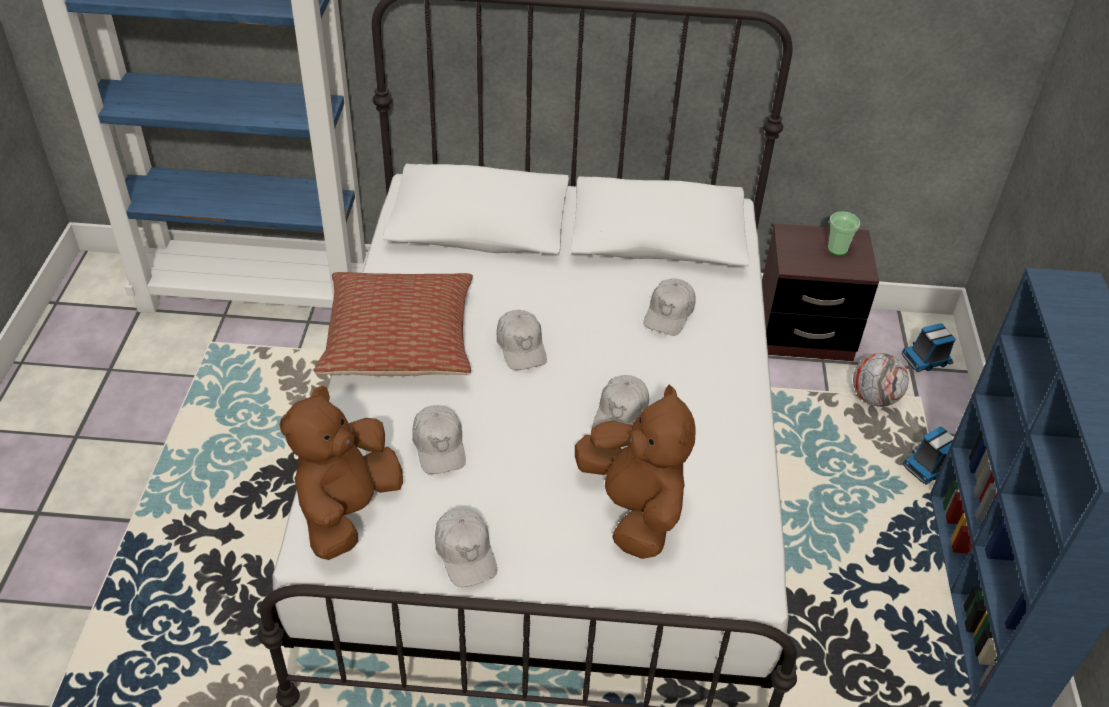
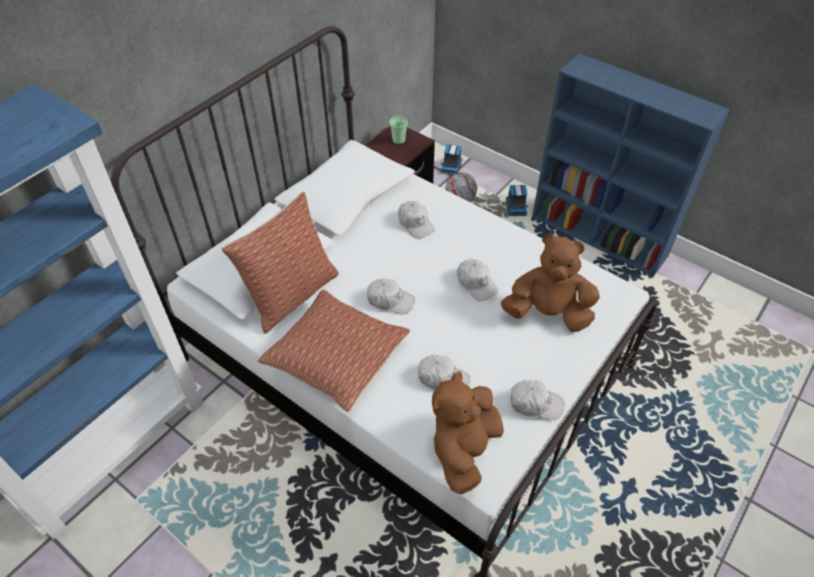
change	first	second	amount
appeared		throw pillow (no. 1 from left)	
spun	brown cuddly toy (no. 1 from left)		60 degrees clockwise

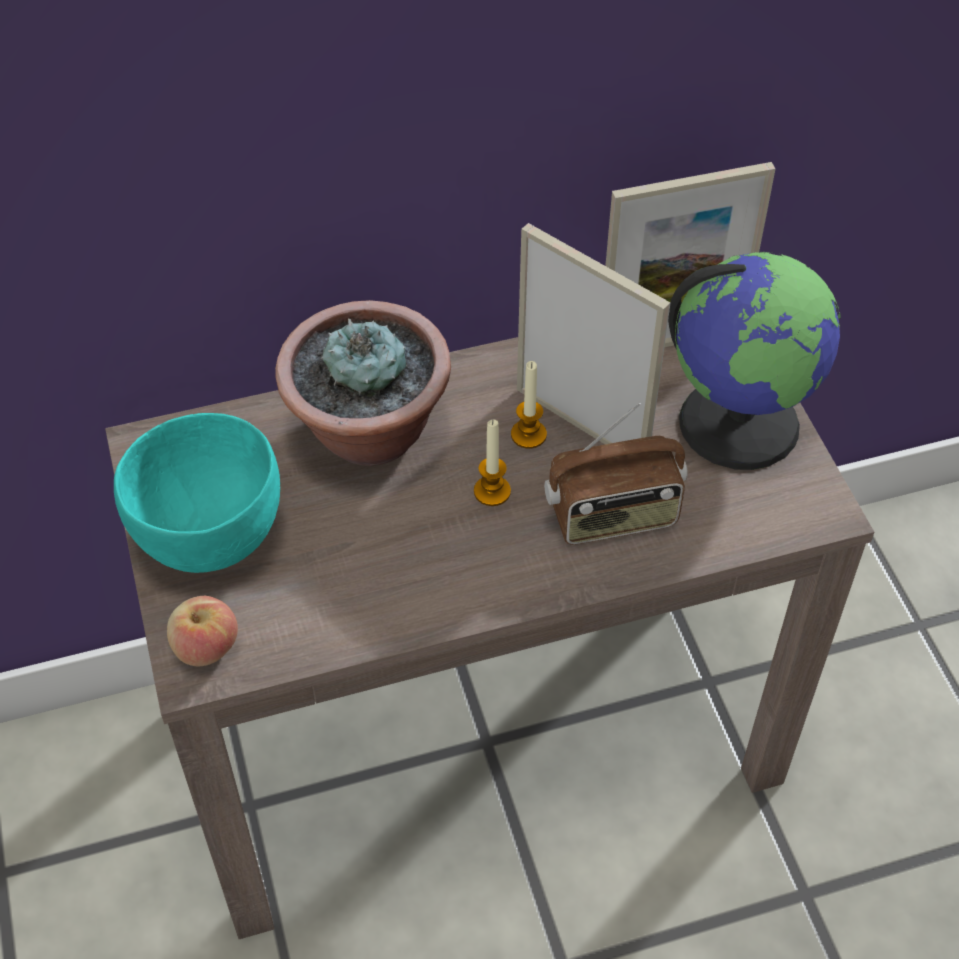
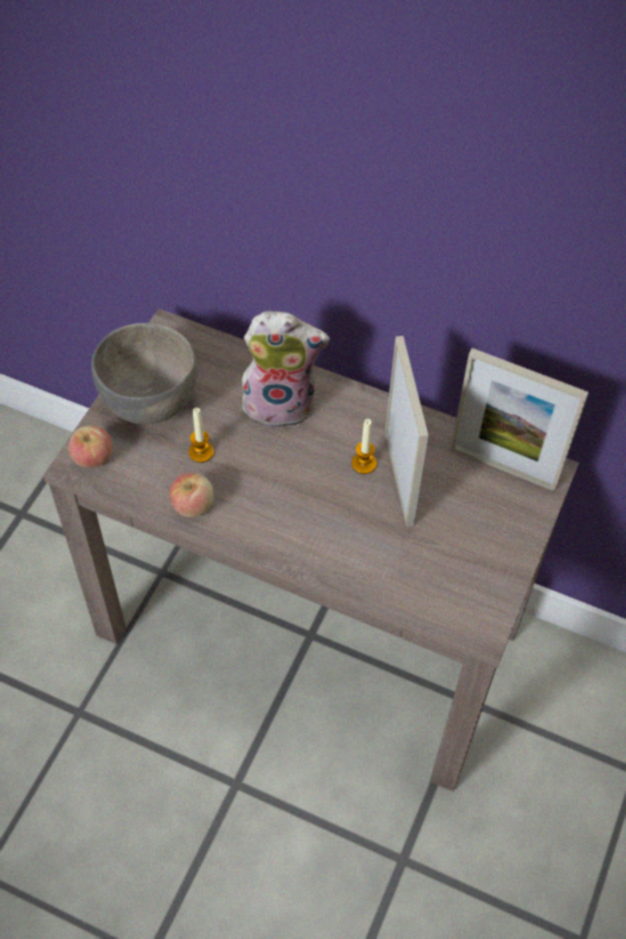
change	first	second	amount
colour	turquoise bowl	greyish bowl	
appeared		apple (no. 2 from left)	
relocated	candle (no. 1 from left)		
exchanged	potted plant	cuddly toy	
missing	radio set		
missing	globe		

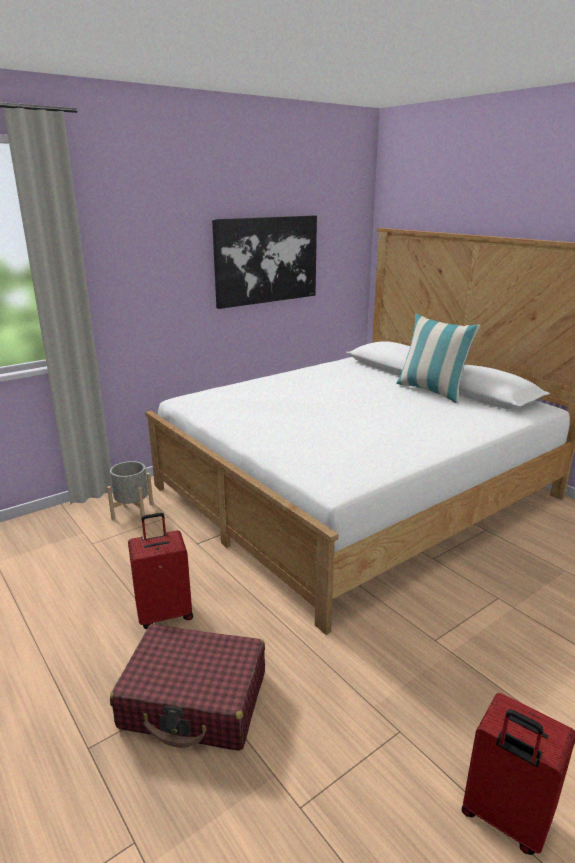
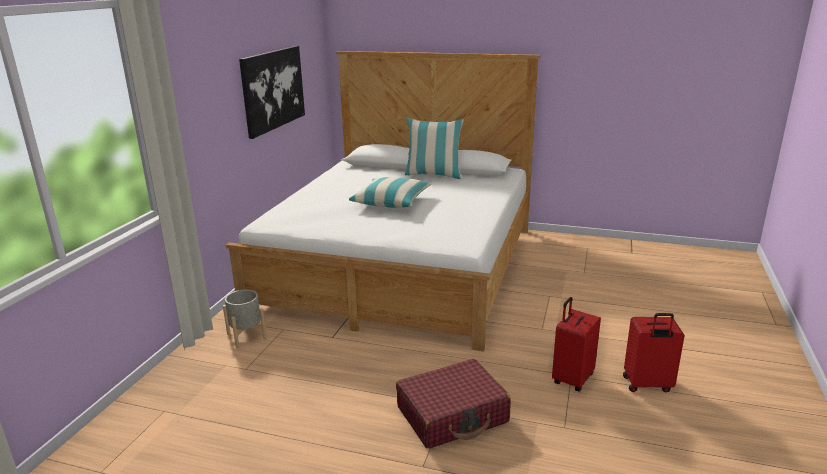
change	first	second	amount
appeared		throw pillow (no. 1 from left)	
relocated	red-coloured suitcase (no. 1 from left in the first image)	red-coloured suitcase (no. 2 from left)	

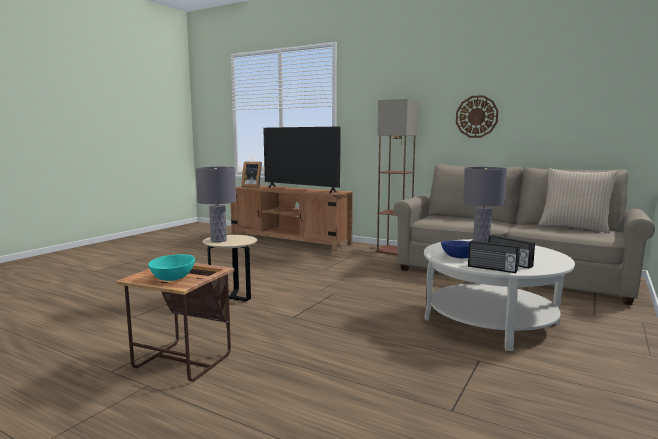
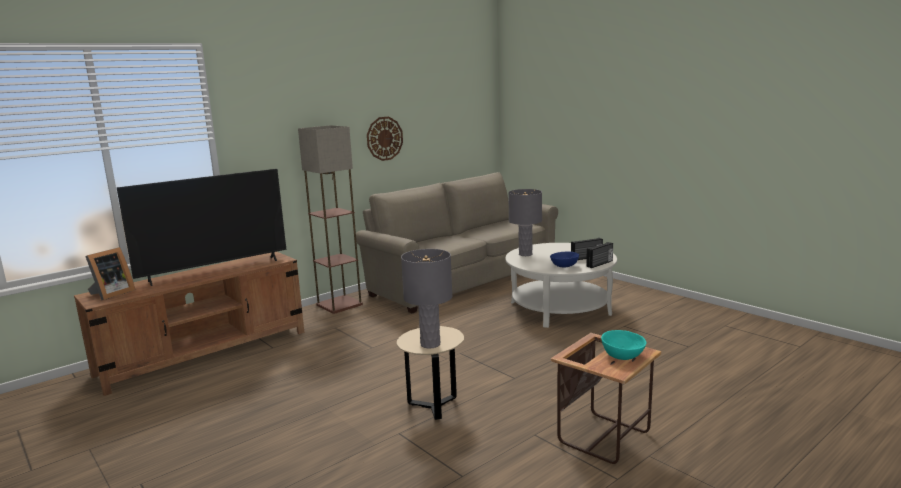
change	first	second	amount
missing	beige throw pillow		

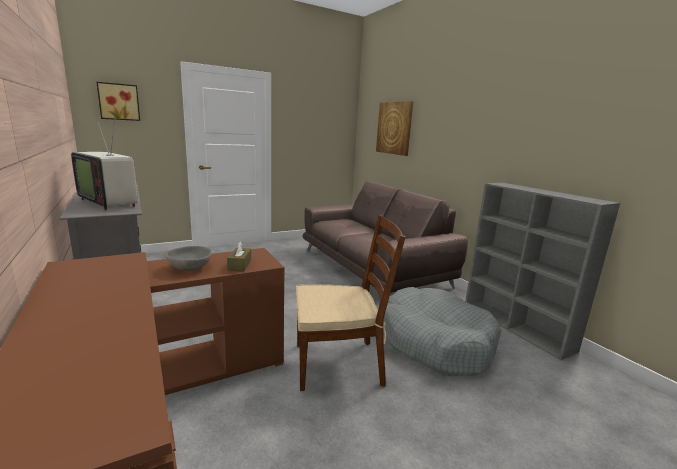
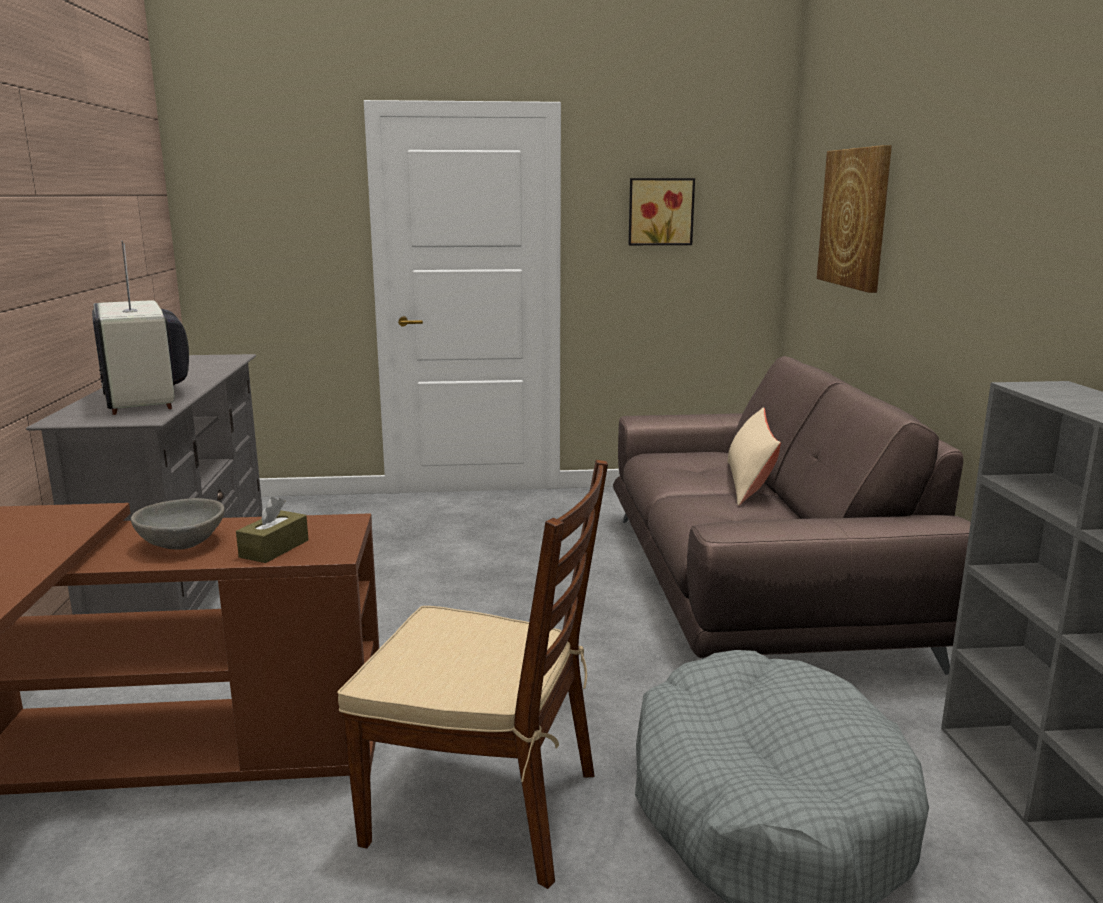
change	first	second	amount
relocated	wall art (no. 1 from left)		
appeared		beige throw pillow	

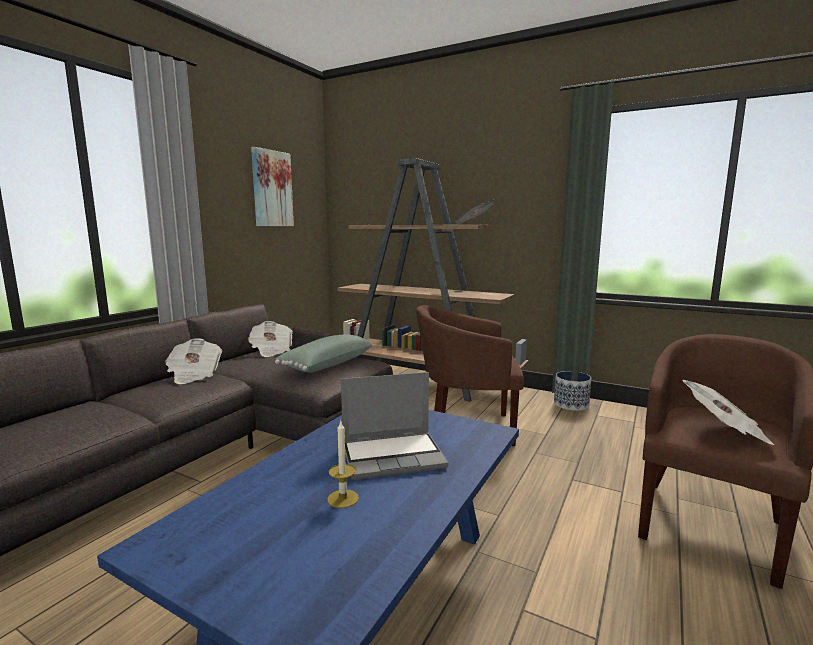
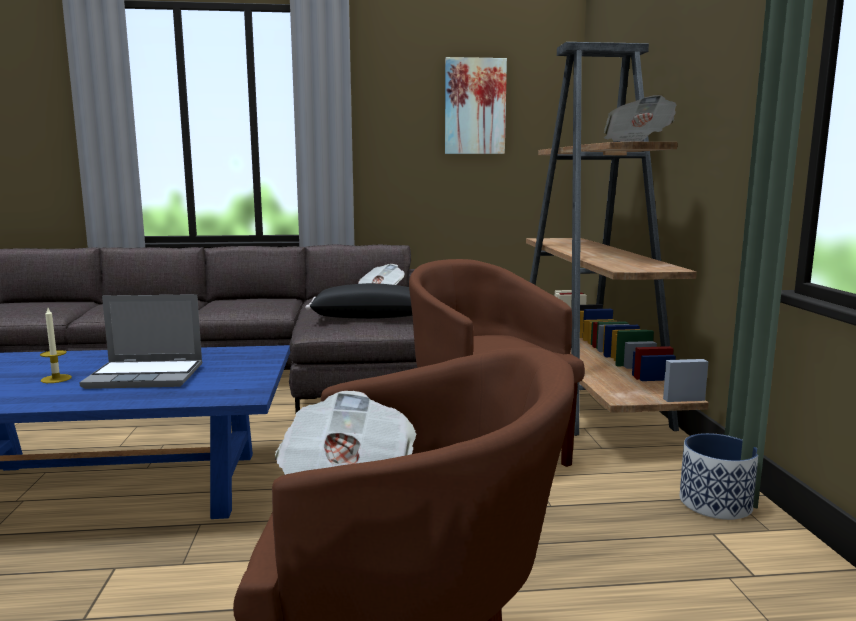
change	first	second	amount
spun	laptop		45 degrees counterclockwise
colour	green throw pillow	black throw pillow	
missing	daily paper (no. 1 from left)		

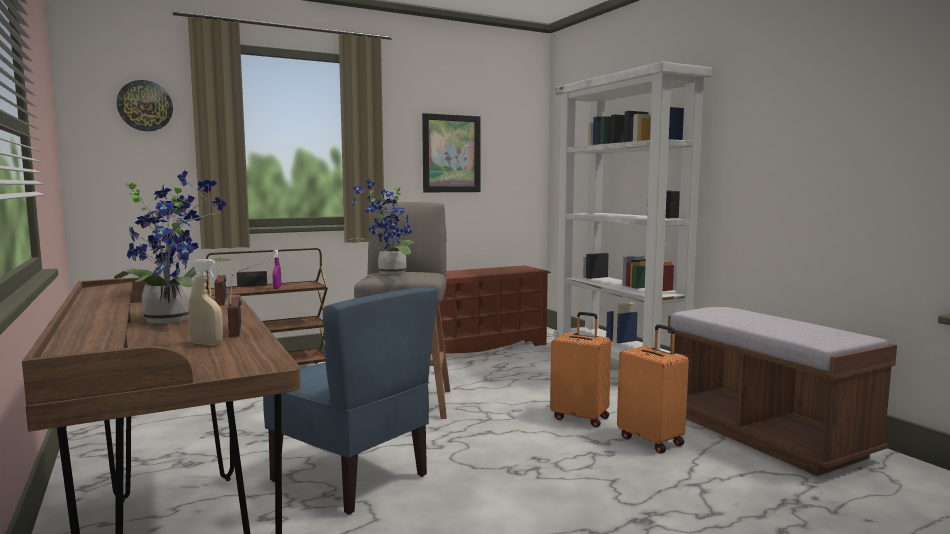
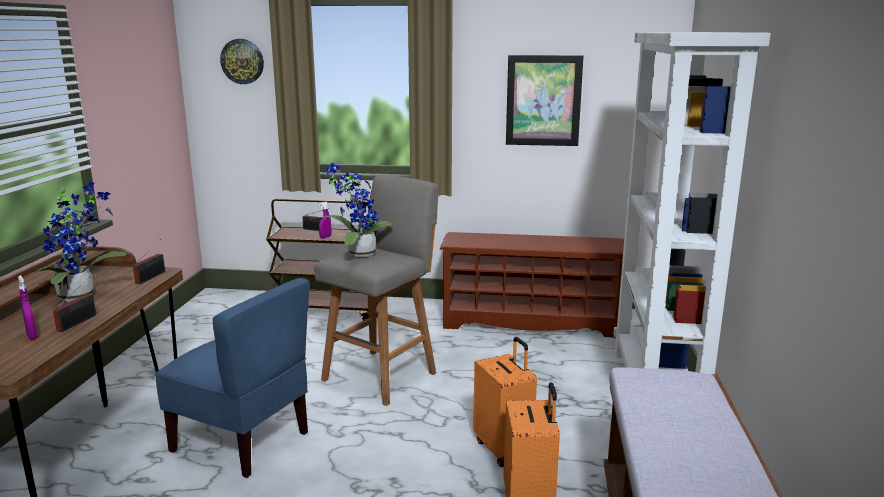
change	first	second	amount
colour	beige sprayer	purplish sprayer (no. 1 from left)	
spun	bluish chair		45 degrees counterclockwise

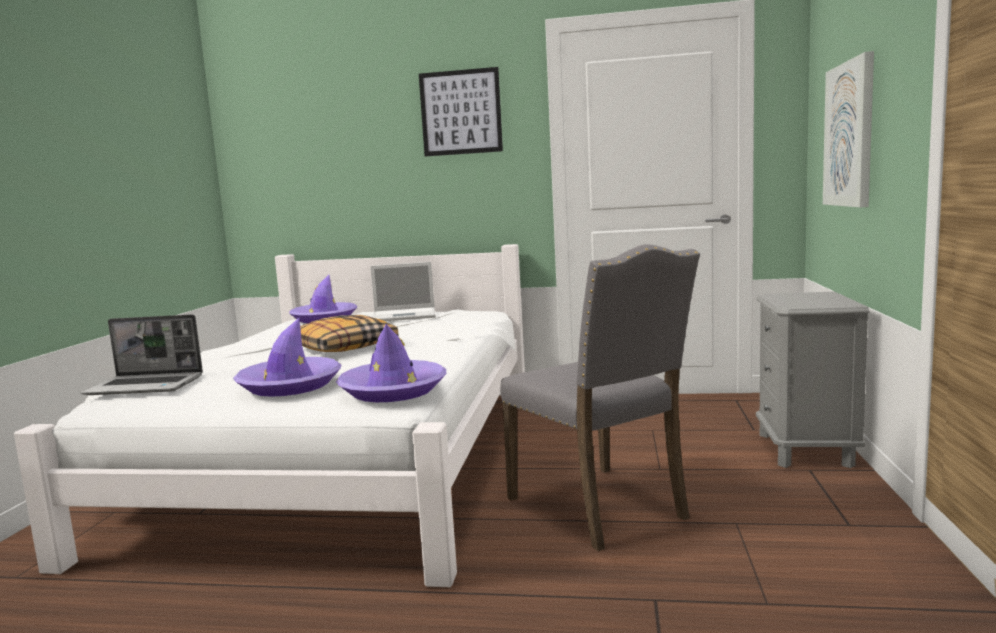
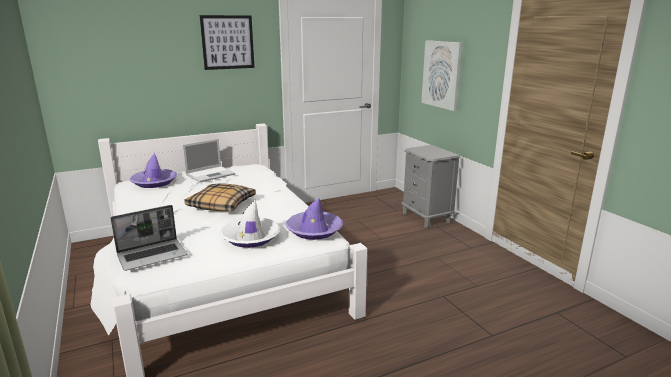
change	first	second	amount
colour	purplish wearable hat (no. 1 from left)	whitish wearable hat	
missing	greyish chair		

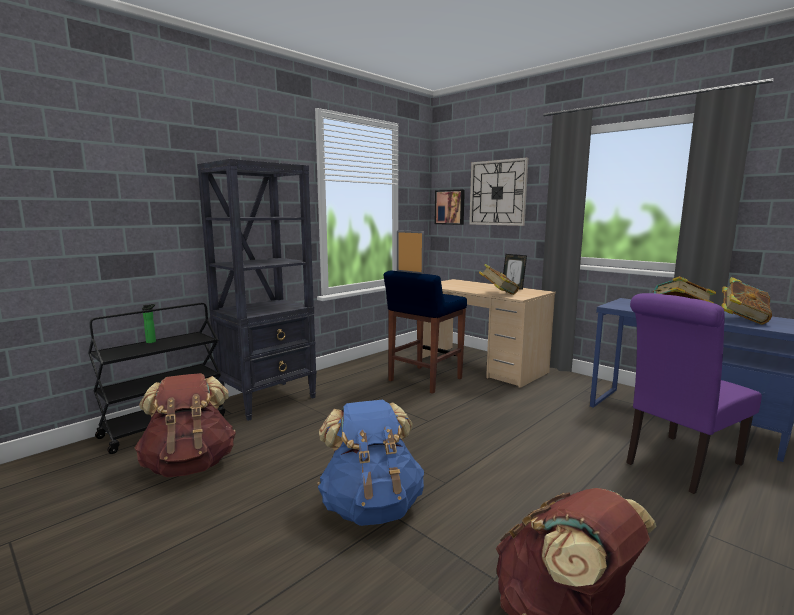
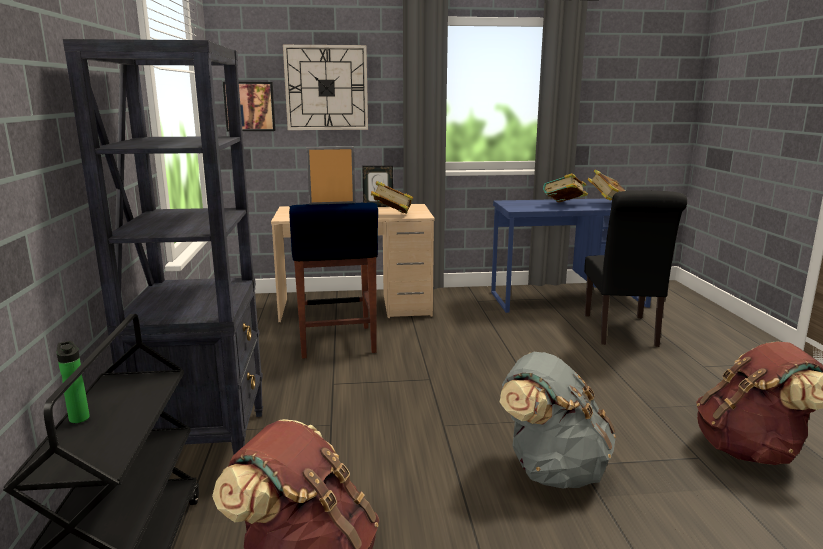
change	first	second	amount
colour	bluish backpack	greyish backpack	
colour	purplish chair	black chair	

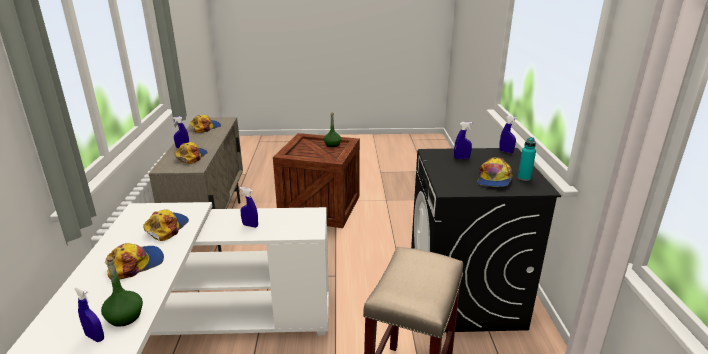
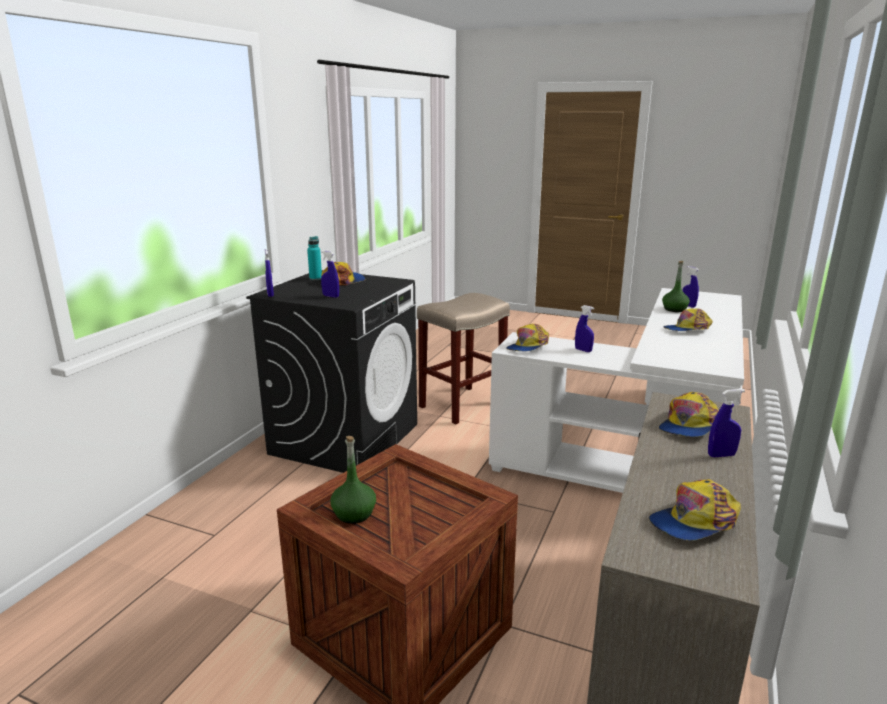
change	first	second	amount
relocated	baseball cap (no. 2 from left)		

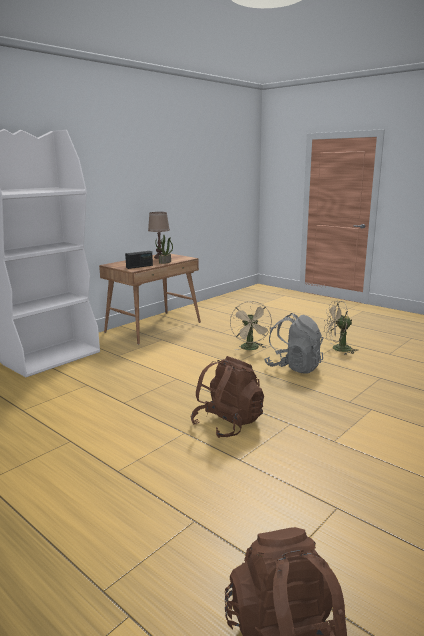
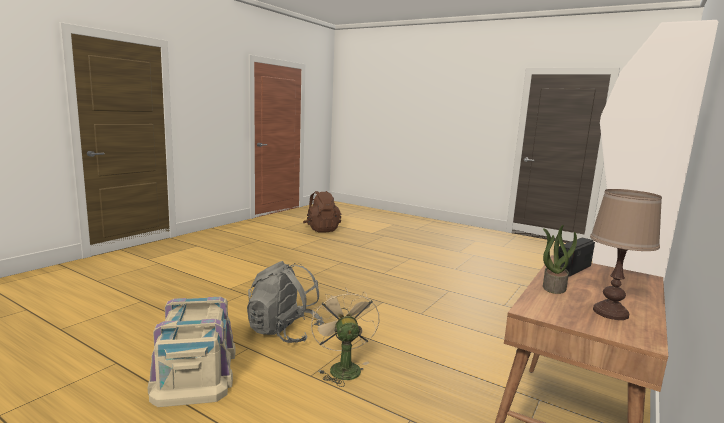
change	first	second	amount
exchanged	beige electric fan (no. 2 from left)	beige storage container	
missing	brown backpack (no. 1 from left)		

